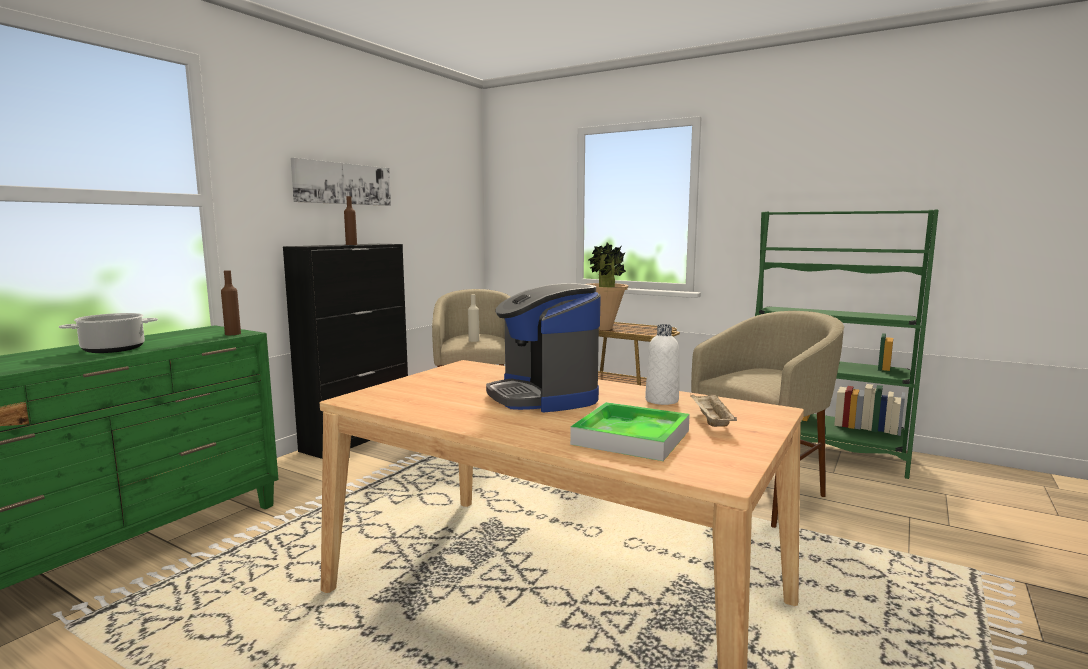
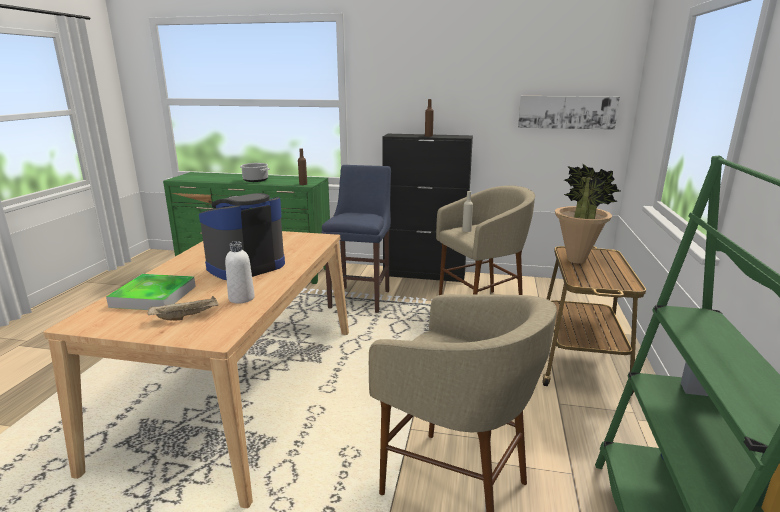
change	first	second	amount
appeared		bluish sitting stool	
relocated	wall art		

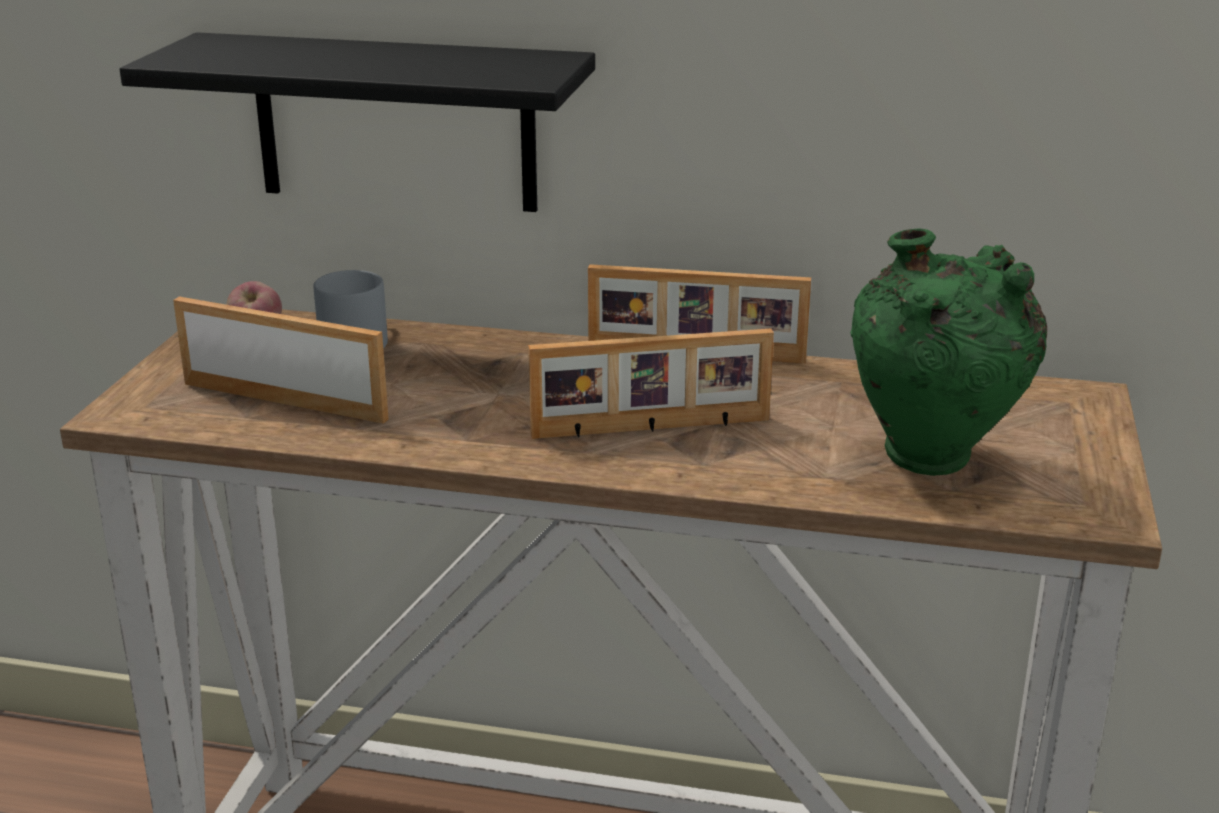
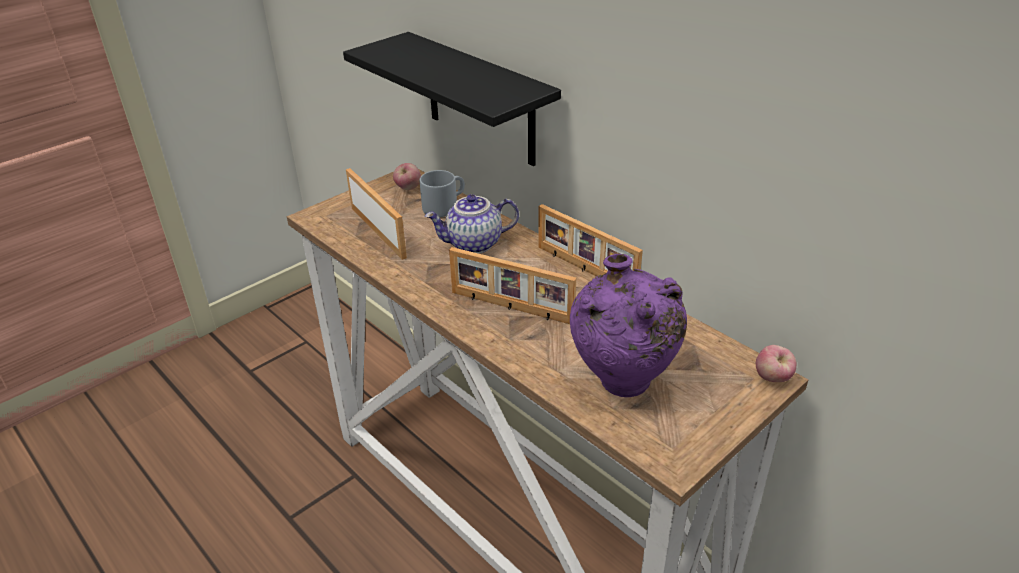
change	first	second	amount
appeared		tea pot	
colour	green flower vase	purplish flower vase	
appeared		apple (no. 2 from left)	

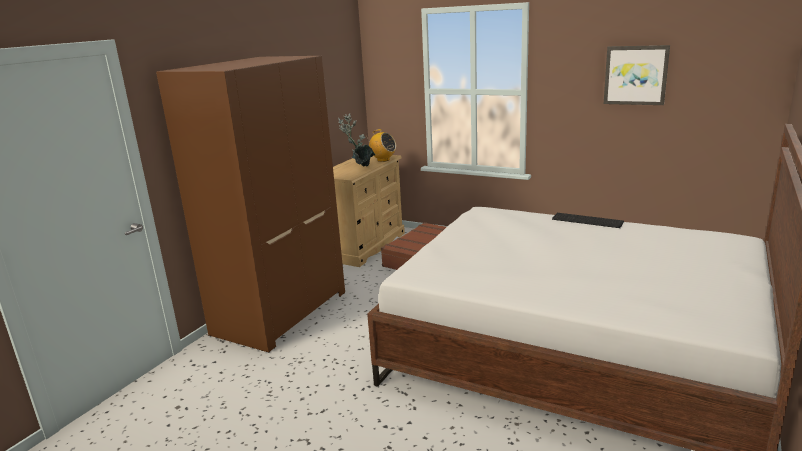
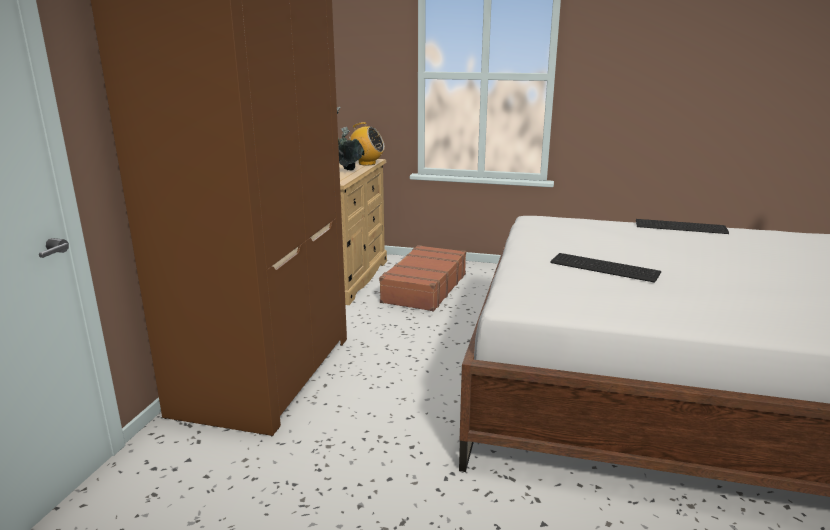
change	first	second	amount
appeared		keyboard (no. 1 from left)	
missing	wall art		

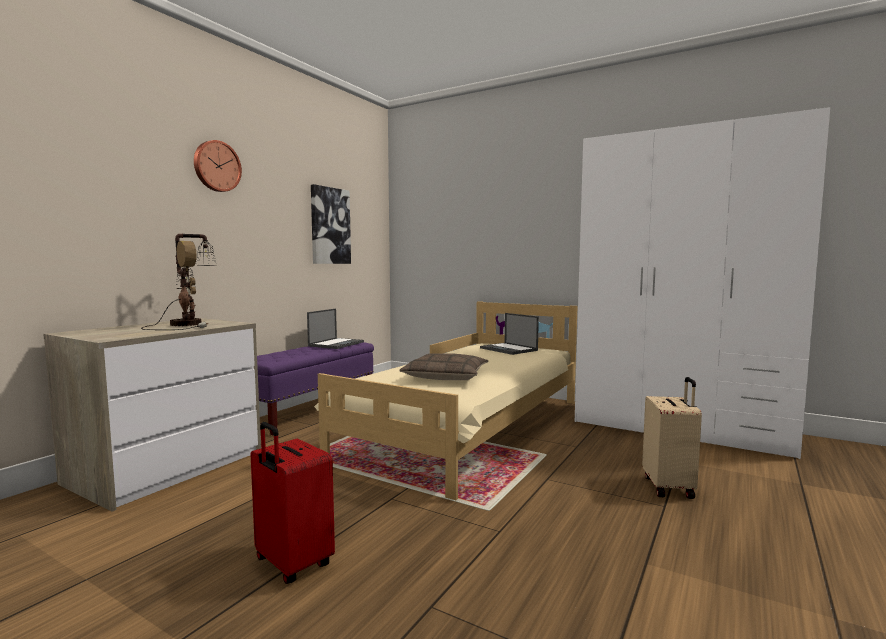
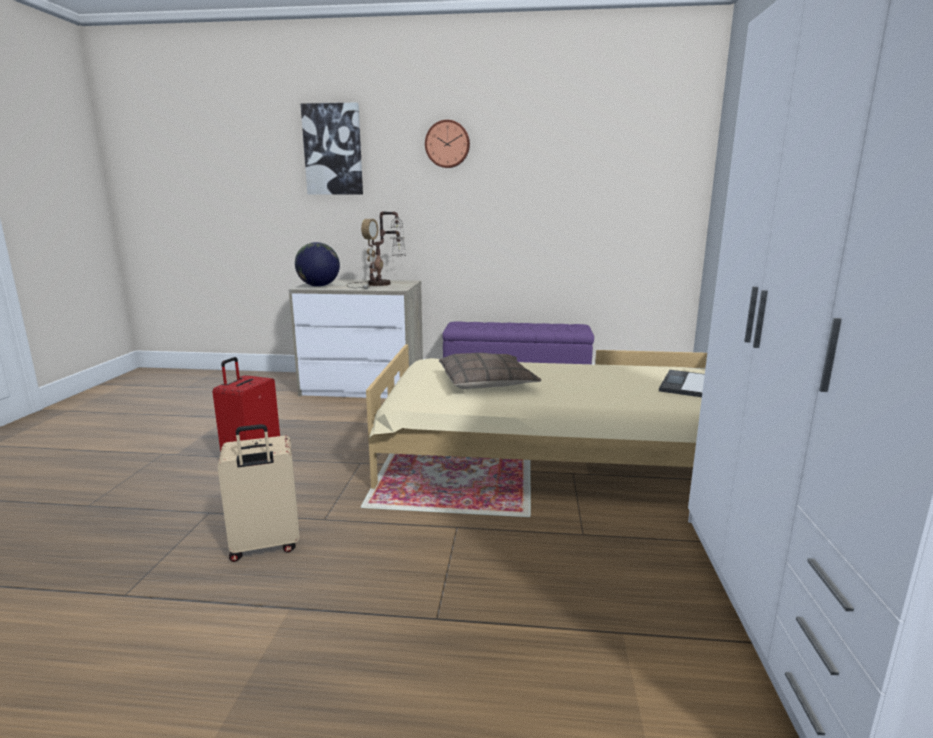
change	first	second	amount
relocated	beige suitcase		
appeared		globe	
relocated	wall art		
missing	laptop (no. 1 from left)		

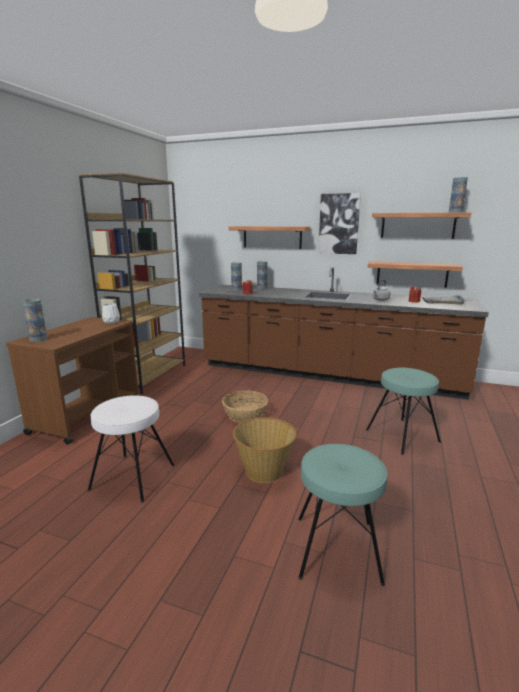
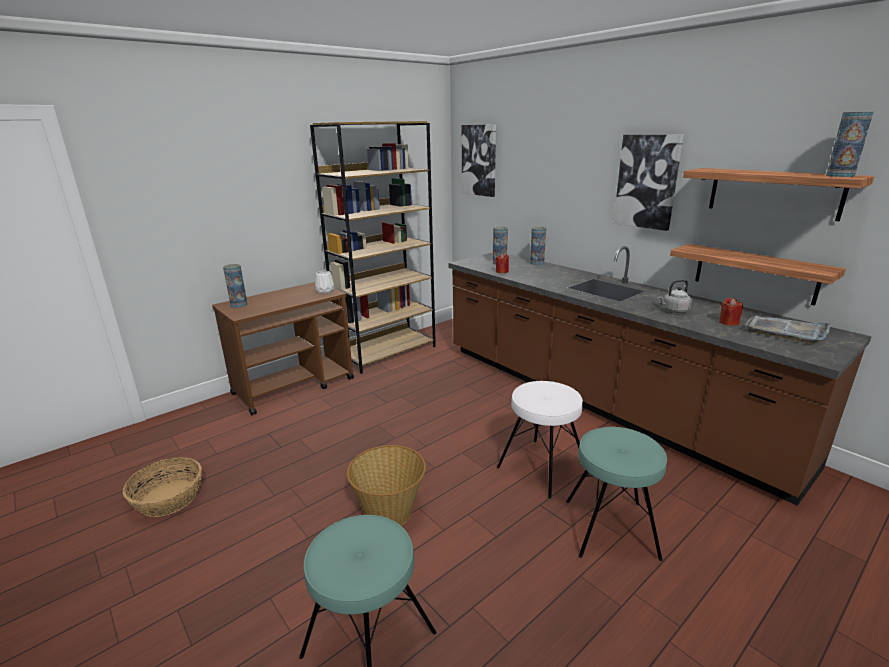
change	first	second	amount
relocated	household basket (no. 1 from left)		
appeared		wall art (no. 1 from left)	
relocated	whitish sitting stool		
missing	shelf (no. 1 from left)		

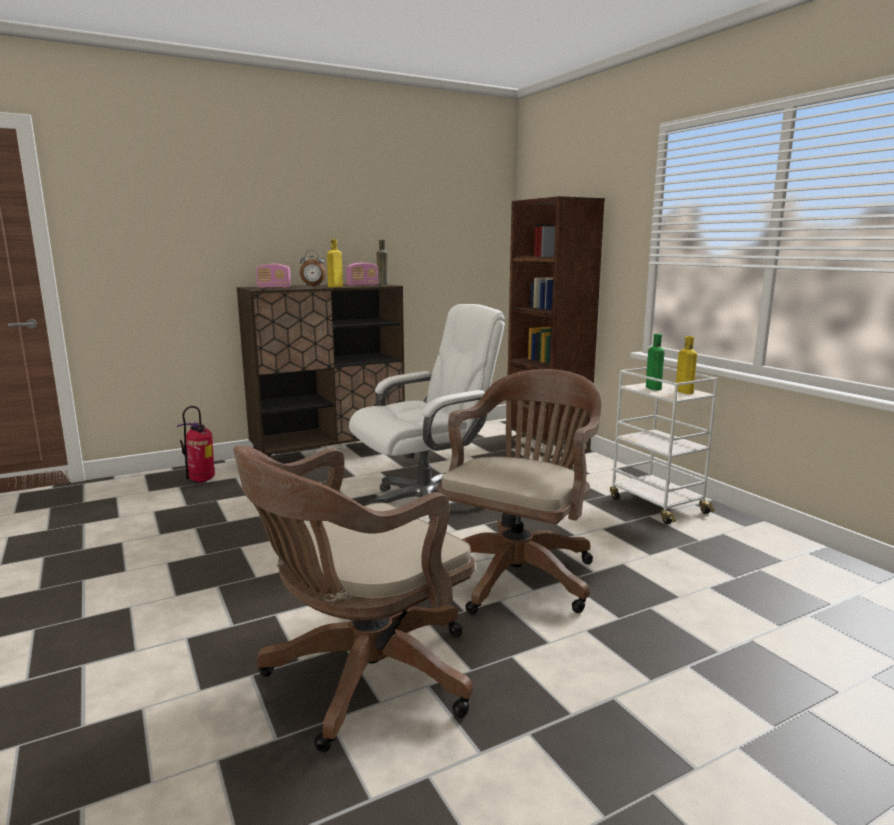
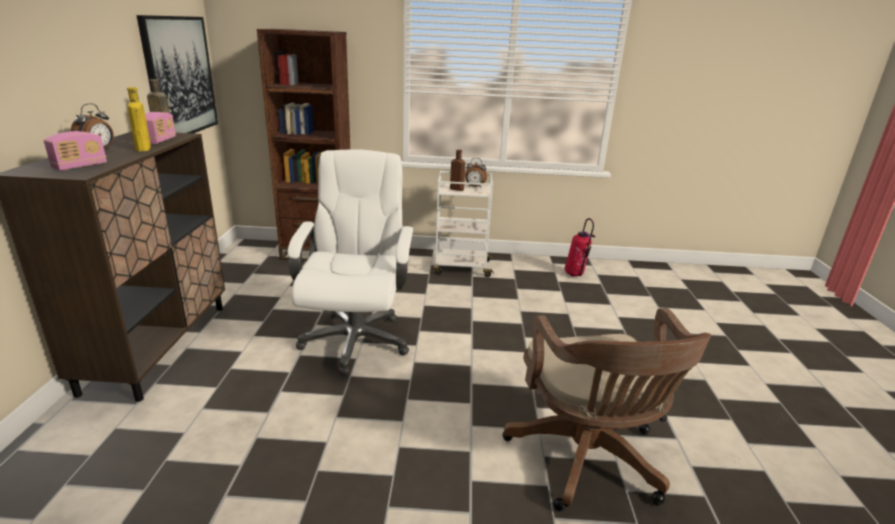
change	first	second	amount
appeared		wall art	
colour	green drink bottle	brown drink bottle (no. 2 from left)	
exchanged	yellow-coloured drink bottle (no. 2 from left)	table clock (no. 2 from left)	
relocated	fire extinguisher		
missing	brown computer chair (no. 2 from left)		

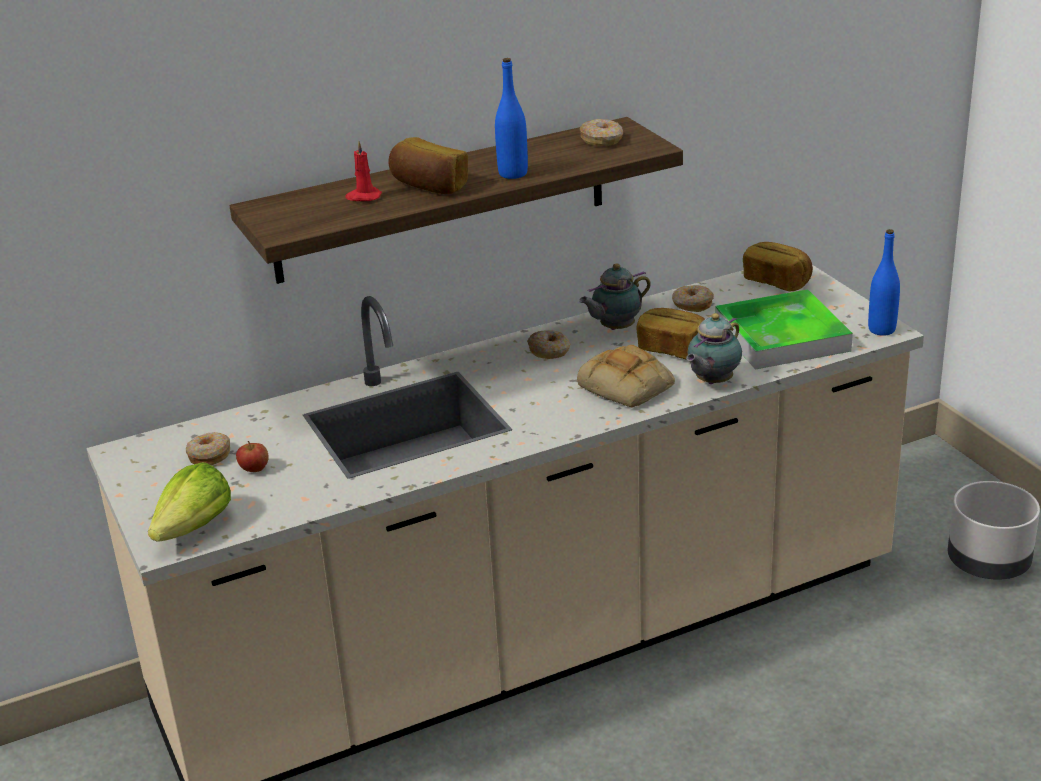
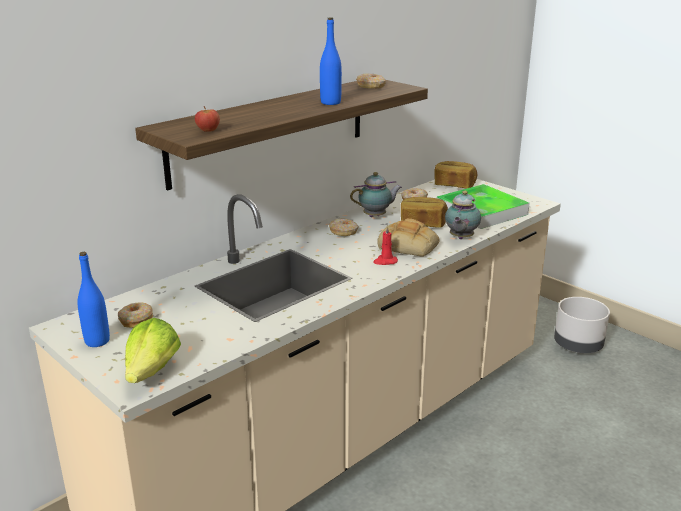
change	first	second	amount
relocated	bluish drink bottle (no. 2 from left in the first image)	bluish drink bottle (no. 1 from left)	
relocated	apple		
spun	tea pot (no. 1 from left)		150 degrees counterclockwise
relocated	red-coloured candle		
missing	bread (no. 1 from left)		

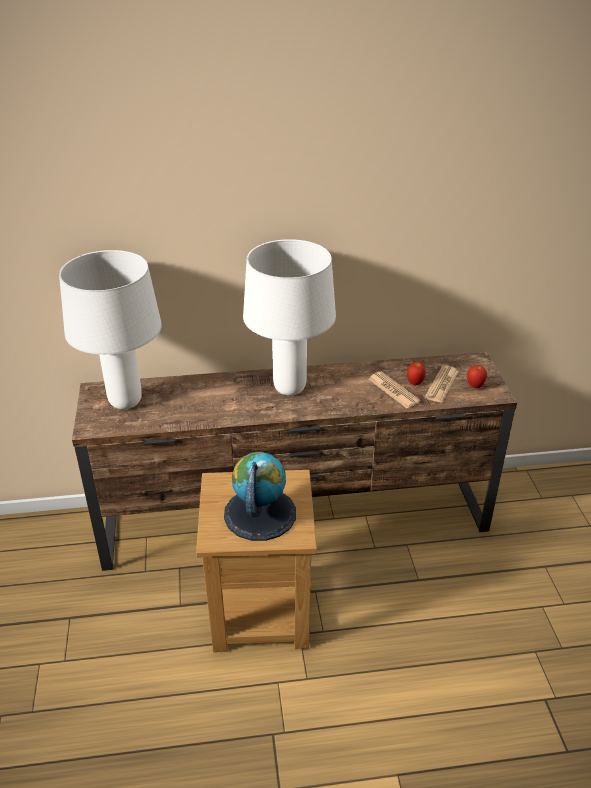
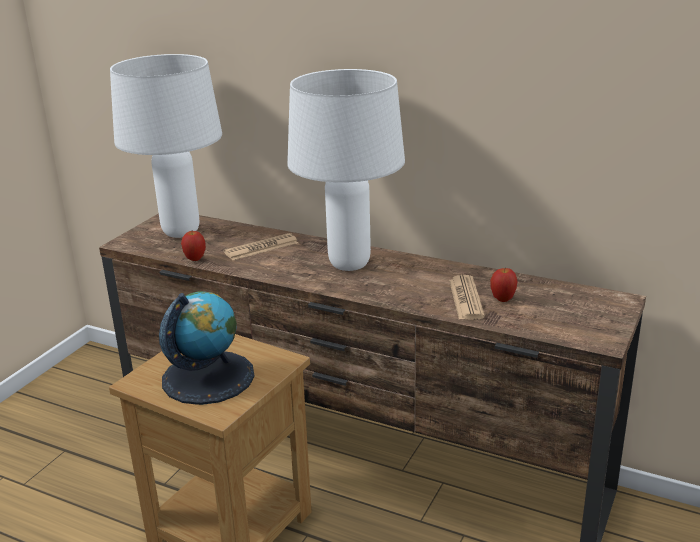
change	first	second	amount
relocated	apple (no. 2 from left in the first image)	apple (no. 1 from left)	
relocated	daily paper (no. 2 from left in the first image)	daily paper (no. 1 from left)	

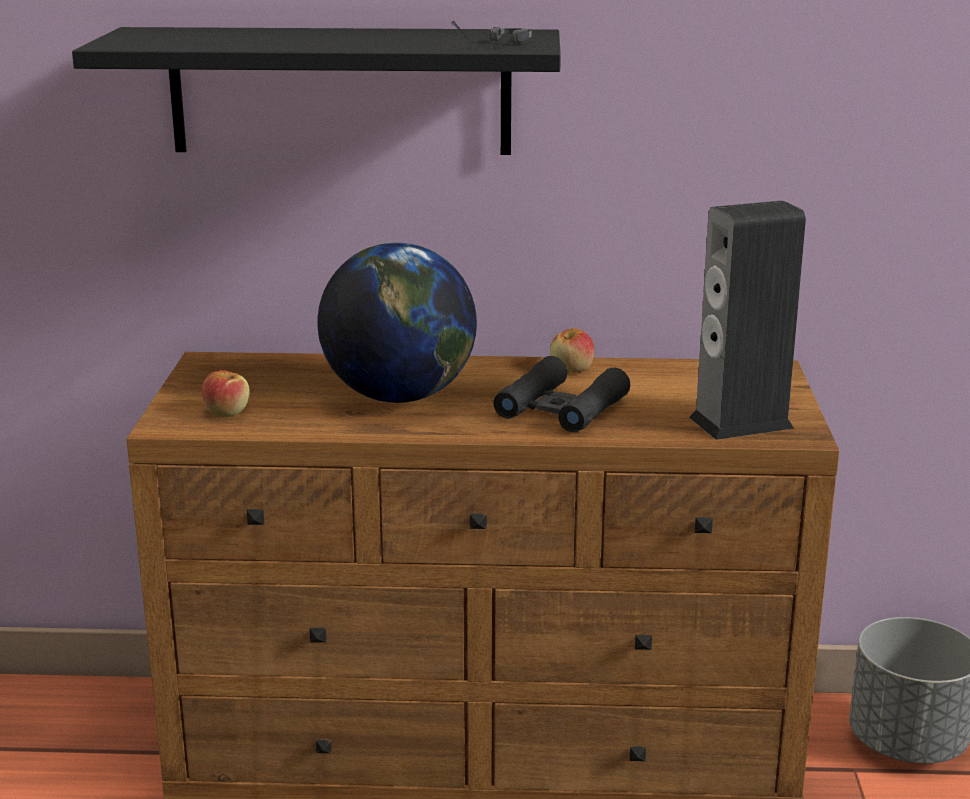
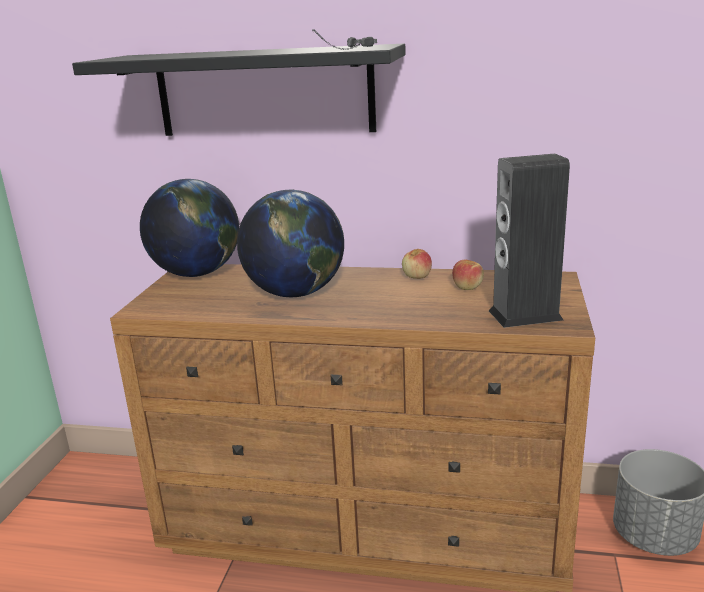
change	first	second	amount
appeared		globe (no. 1 from left)	
relocated	apple (no. 1 from left in the first image)	apple (no. 2 from left)	
missing	black field glasses		

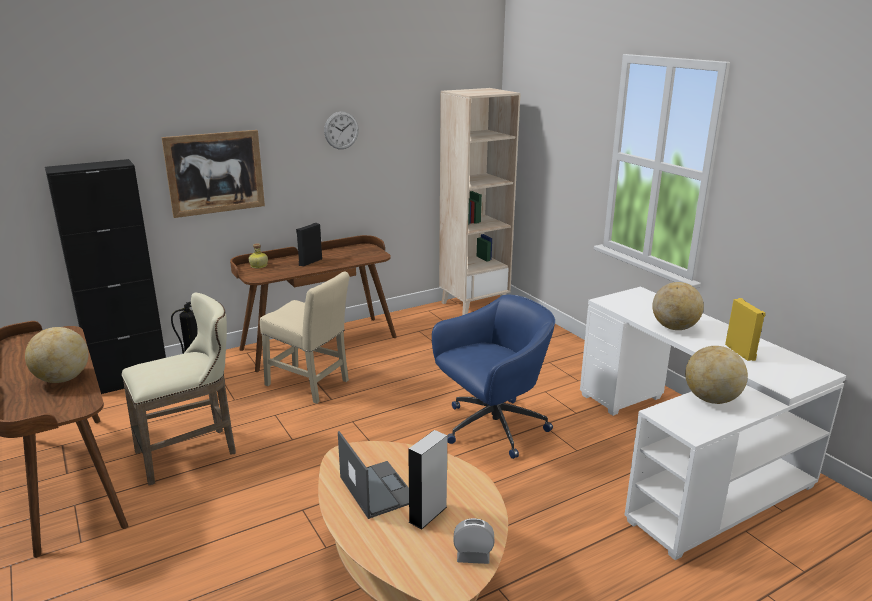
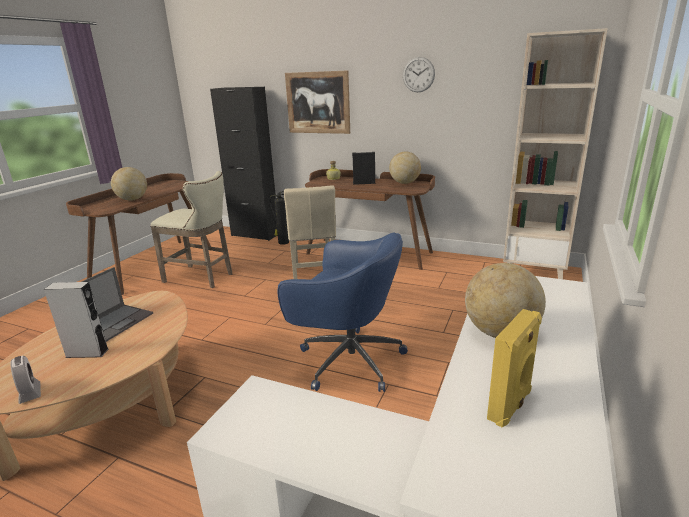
change	first	second	amount
relocated	globe (no. 3 from left in the first image)	globe (no. 2 from left)	

